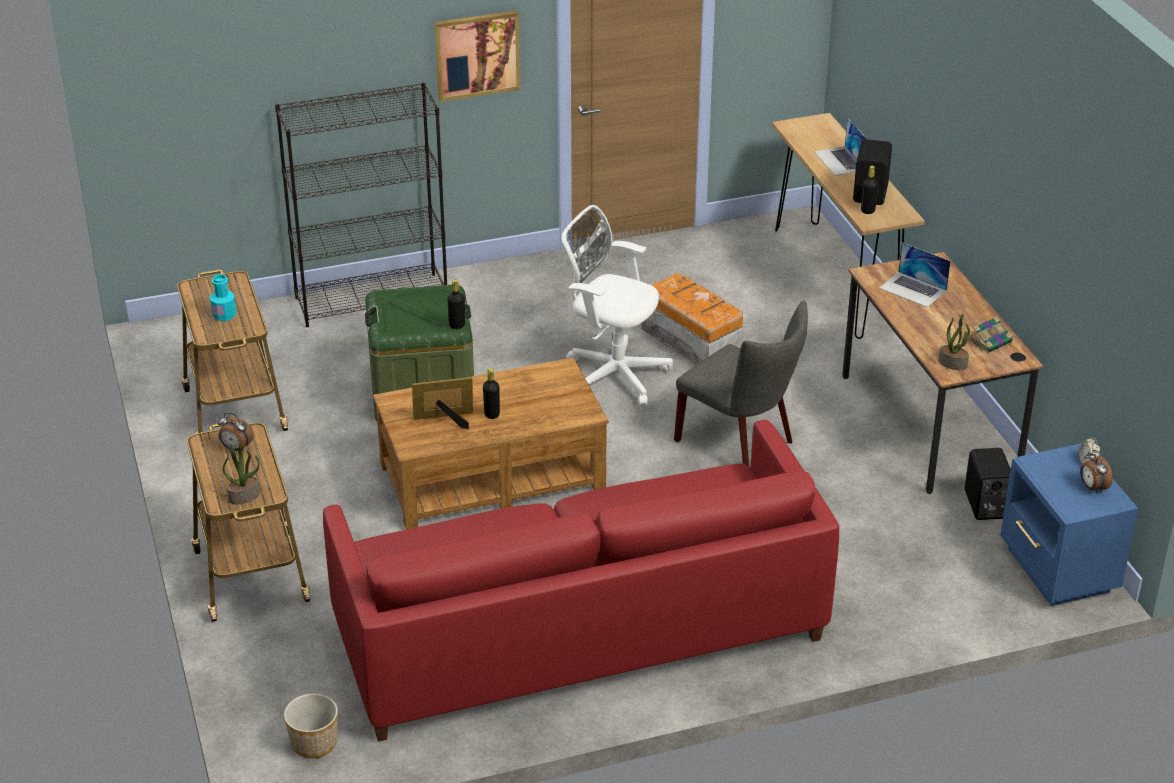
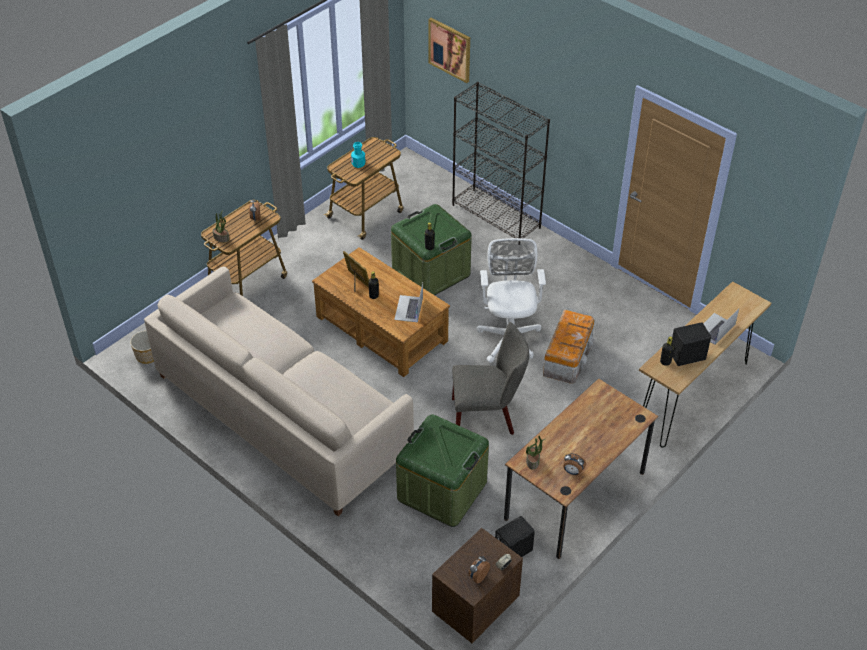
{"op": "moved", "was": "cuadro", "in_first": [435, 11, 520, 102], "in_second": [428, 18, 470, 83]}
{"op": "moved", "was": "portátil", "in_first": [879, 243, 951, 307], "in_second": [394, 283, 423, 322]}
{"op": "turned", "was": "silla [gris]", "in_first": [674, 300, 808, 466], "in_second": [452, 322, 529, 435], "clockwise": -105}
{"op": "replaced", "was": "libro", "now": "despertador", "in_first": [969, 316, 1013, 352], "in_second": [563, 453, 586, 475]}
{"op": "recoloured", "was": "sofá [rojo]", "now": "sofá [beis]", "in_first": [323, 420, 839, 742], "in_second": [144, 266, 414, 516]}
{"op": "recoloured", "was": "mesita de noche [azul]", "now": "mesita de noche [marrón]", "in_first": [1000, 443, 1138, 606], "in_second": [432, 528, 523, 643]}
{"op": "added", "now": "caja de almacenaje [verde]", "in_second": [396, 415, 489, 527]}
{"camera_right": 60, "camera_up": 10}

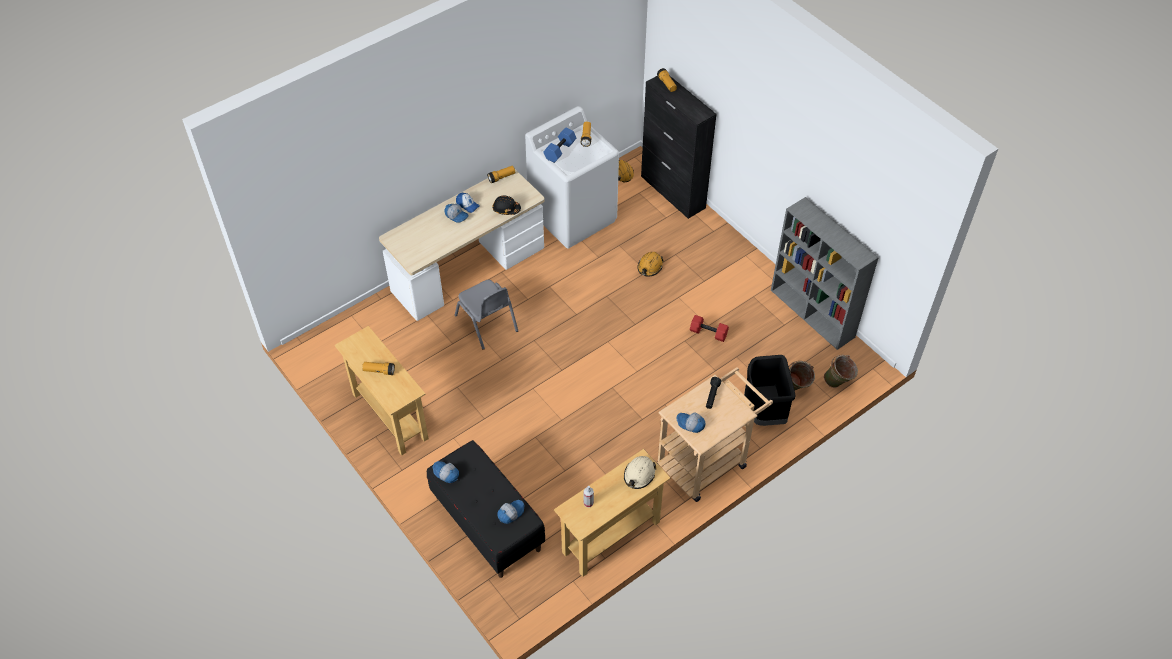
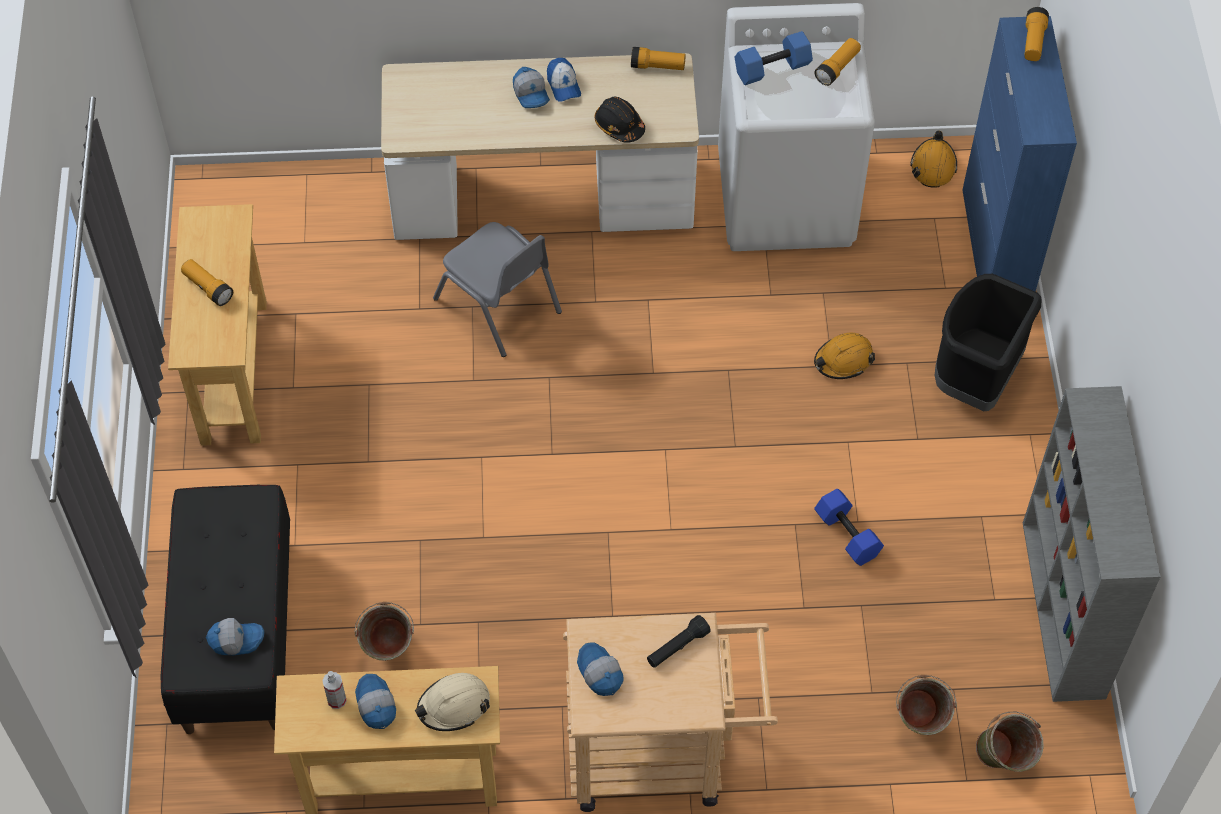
{"op": "recoloured", "was": "armario [negro]", "now": "armario [azul]", "in_first": [641, 75, 717, 219], "in_second": [962, 16, 1077, 292]}
{"op": "turned", "was": "silla [gris]", "in_first": [455, 280, 518, 350], "in_second": [433, 222, 562, 357], "clockwise": -45}
{"op": "recoloured", "was": "mancuerna [rojo]", "now": "mancuerna [azul]", "in_first": [690, 315, 729, 342], "in_second": [814, 489, 884, 566]}
{"op": "moved", "was": "papelera [negro]", "in_first": [744, 355, 796, 426], "in_second": [935, 274, 1041, 411]}
{"op": "moved", "was": "gorra", "in_first": [433, 461, 459, 483], "in_second": [355, 674, 396, 729]}
{"op": "added", "now": "cubo [verde]", "in_second": [355, 602, 414, 661]}
{"camera_right": 35, "camera_up": 5}

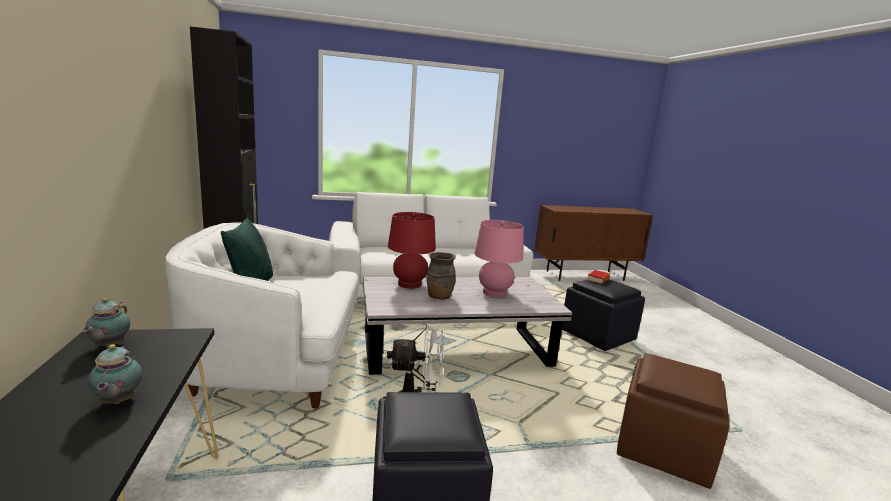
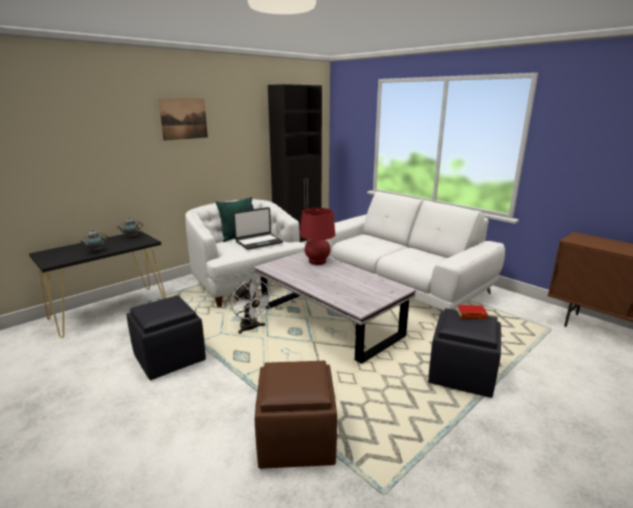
{"op": "removed", "was": "lámpara de mesa [rosa]", "in_first": [475, 220, 524, 298]}
{"op": "removed", "was": "florero [marrón]", "in_first": [426, 252, 456, 300]}
{"op": "added", "now": "cuadro", "in_second": [158, 98, 208, 141]}
{"op": "added", "now": "portátil", "in_second": [233, 207, 283, 250]}
{"camera_right": 60, "camera_up": 5}

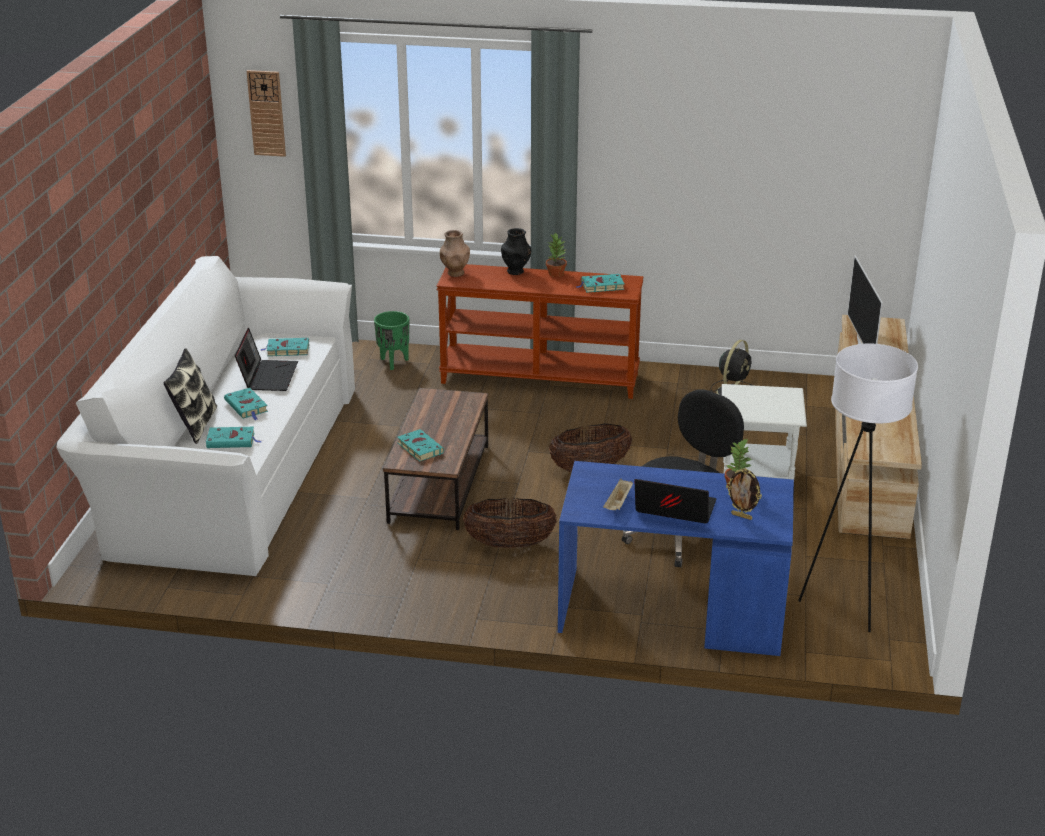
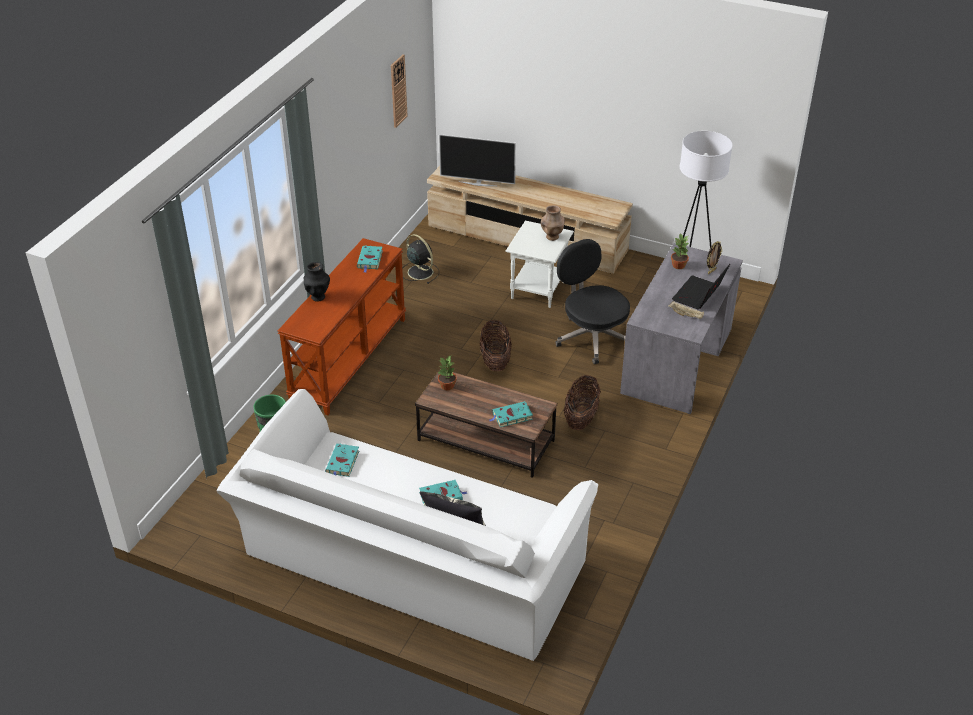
{"op": "moved", "was": "reloj de pared", "in_first": [247, 70, 286, 157], "in_second": [391, 54, 408, 128]}
{"op": "moved", "was": "florero [marrón]", "in_first": [440, 230, 470, 277], "in_second": [541, 205, 565, 241]}
{"op": "moved", "was": "planta en maceta", "in_first": [546, 232, 567, 277], "in_second": [437, 356, 457, 390]}
{"op": "removed", "was": "portátil", "in_first": [235, 328, 298, 391]}
{"op": "removed", "was": "libro [turquesa]", "in_first": [206, 427, 262, 448]}
{"op": "recoloured", "was": "escritorio [azul]", "now": "escritorio [gris]", "in_first": [558, 461, 794, 656], "in_second": [620, 243, 743, 414]}
{"camera_right": -75, "camera_up": 10}

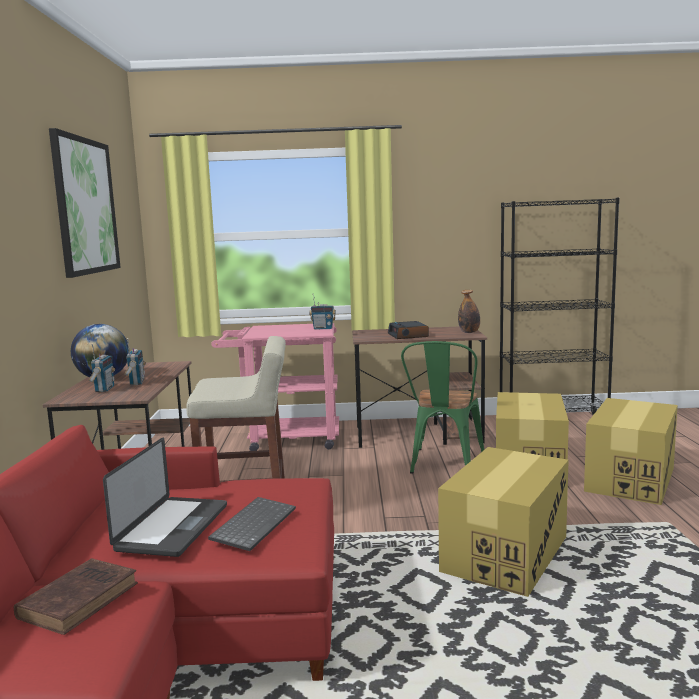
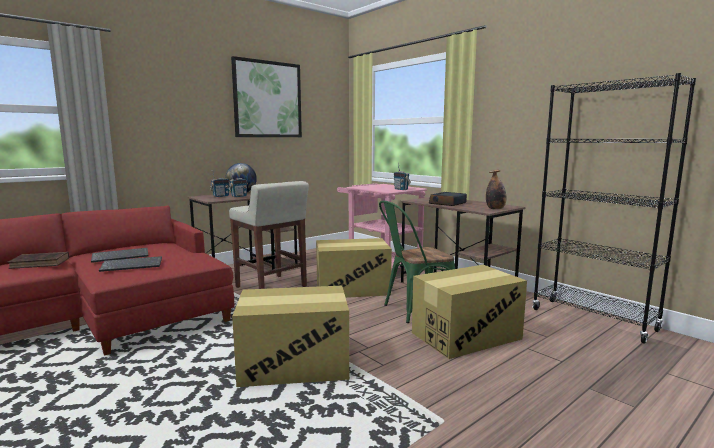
{"op": "moved", "was": "caja de cartón", "in_first": [584, 398, 678, 505], "in_second": [316, 238, 392, 298]}
{"op": "replaced", "was": "portátil", "now": "teclado", "in_first": [103, 438, 227, 557], "in_second": [91, 248, 148, 263]}
{"camera_right": 50, "camera_up": 0}

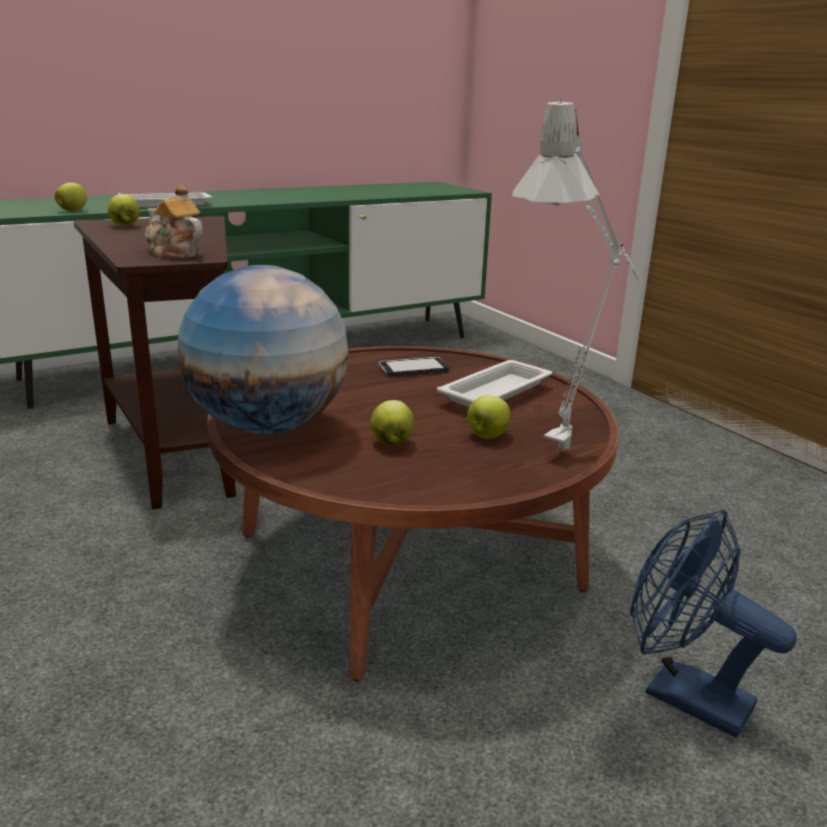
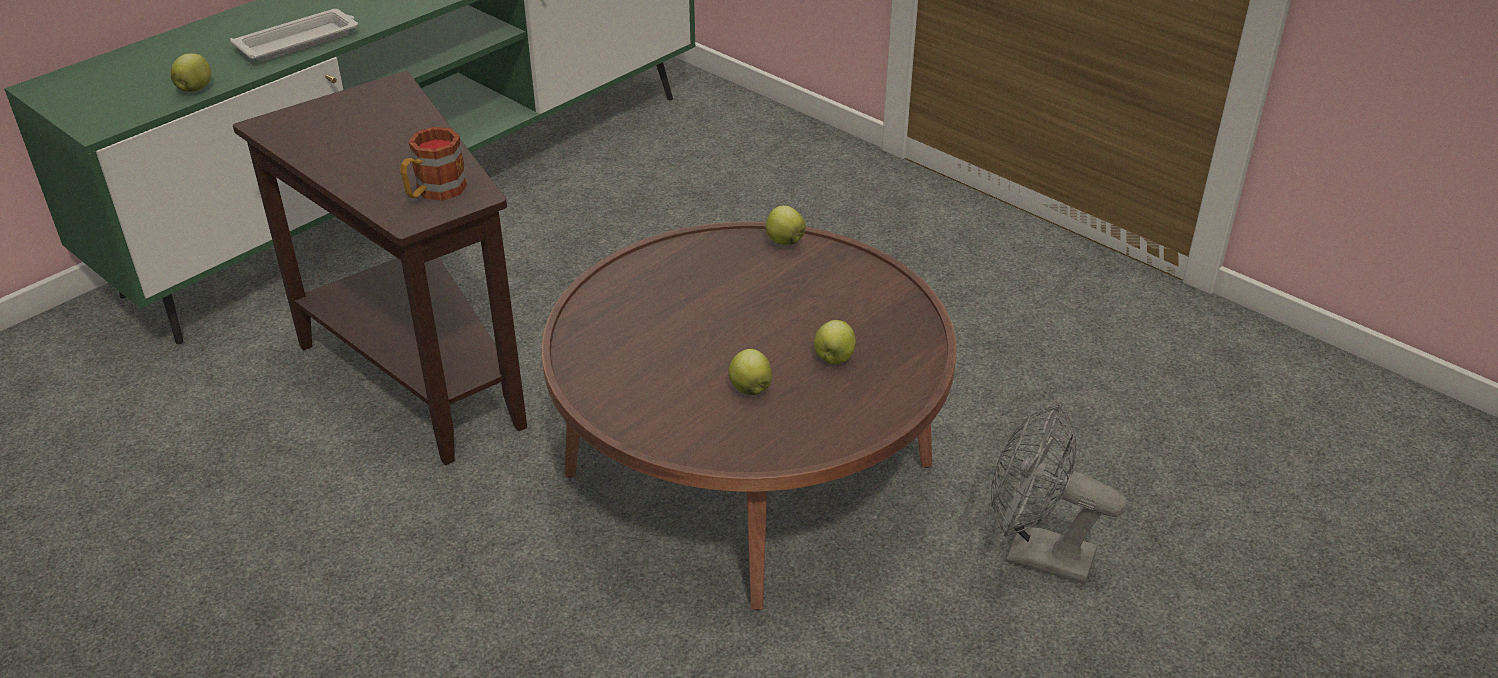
{"op": "removed", "was": "lámpara de mesa [gris]", "in_first": [512, 94, 643, 453]}
{"op": "replaced", "was": "tetera", "now": "taza grande", "in_first": [145, 184, 203, 258], "in_second": [400, 127, 467, 201]}
{"op": "moved", "was": "manzana", "in_first": [108, 194, 140, 226], "in_second": [766, 205, 806, 245]}
{"op": "removed", "was": "globo terráqueo", "in_first": [177, 265, 349, 434]}
{"op": "removed", "was": "móvil", "in_first": [379, 357, 449, 376]}
{"op": "removed", "was": "bandeja [blanco]", "in_first": [437, 360, 552, 407]}
{"op": "recoloured", "was": "ventilador [azul]", "now": "ventilador [gris]", "in_first": [630, 510, 797, 738], "in_second": [991, 403, 1127, 585]}
{"camera_right": -15, "camera_up": 15}

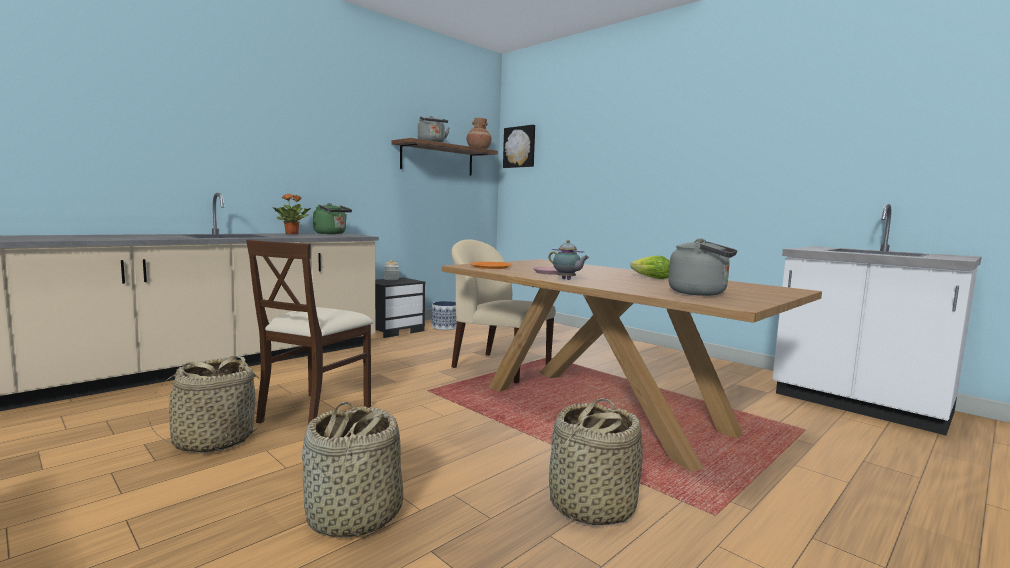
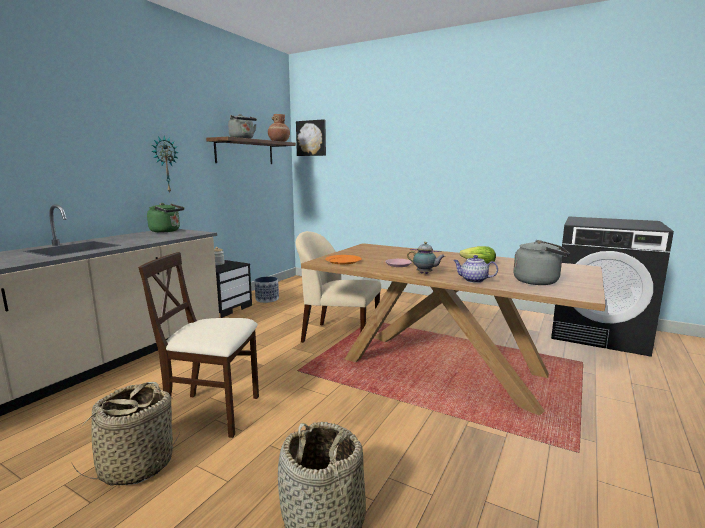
{"op": "removed", "was": "planta en maceta", "in_first": [272, 193, 311, 234]}
{"op": "replaced", "was": "mueble bajo de cocina [blanco]", "now": "lavadora [negro]", "in_first": [772, 204, 982, 435], "in_second": [551, 216, 674, 357]}
{"op": "turned", "was": "silla [beis]", "in_first": [246, 240, 373, 424], "in_second": [138, 252, 259, 438], "clockwise": 90}
{"op": "removed", "was": "cesta", "in_first": [549, 398, 643, 525]}
{"op": "added", "now": "reloj de pared", "in_second": [151, 136, 179, 194]}
{"op": "added", "now": "tetera", "in_second": [453, 255, 498, 283]}
{"camera_right": -15, "camera_up": 5}

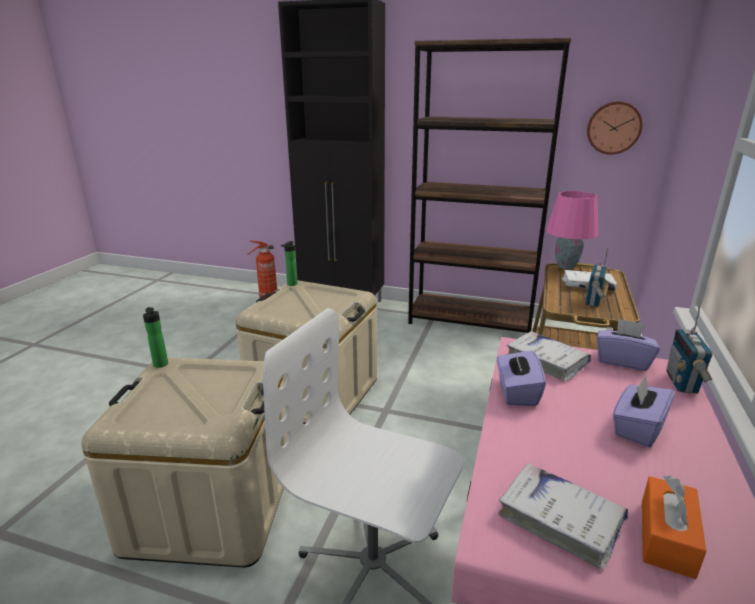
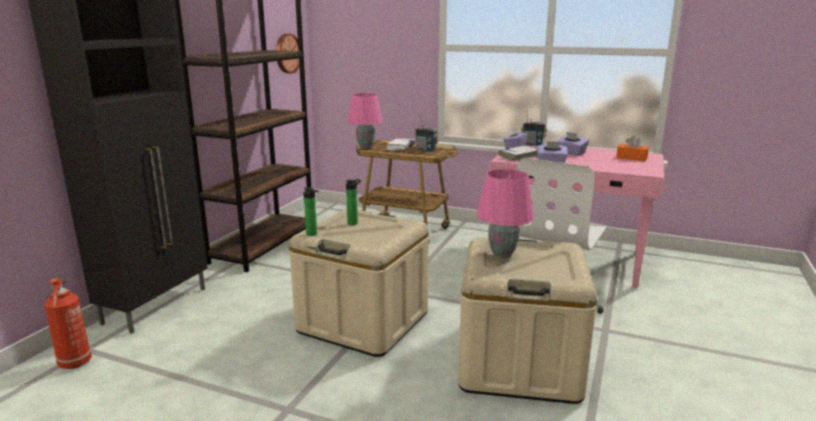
{"op": "moved", "was": "botella", "in_first": [143, 307, 168, 368], "in_second": [346, 179, 361, 225]}
{"op": "removed", "was": "libro [blanco]", "in_first": [499, 463, 628, 570]}
{"op": "added", "now": "lámpara de mesa [rosa]", "in_second": [476, 169, 534, 258]}
{"camera_right": -85, "camera_up": -5}

